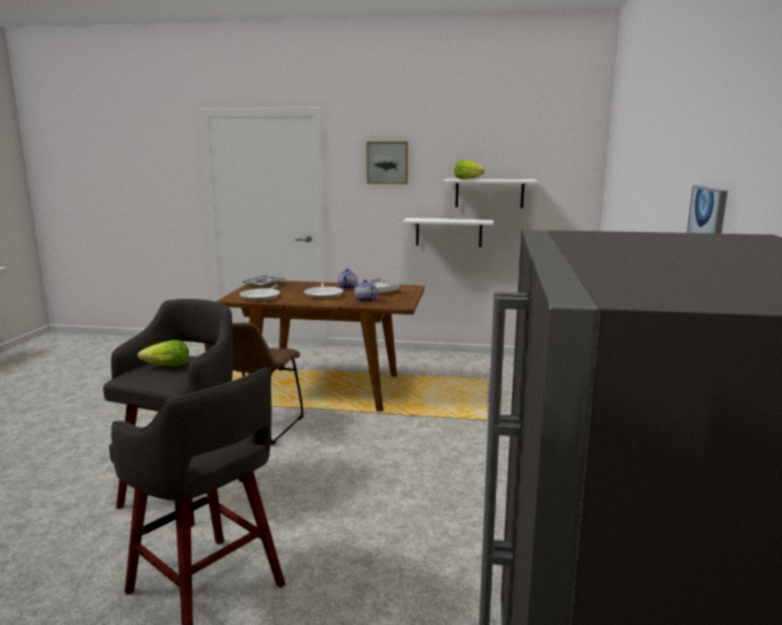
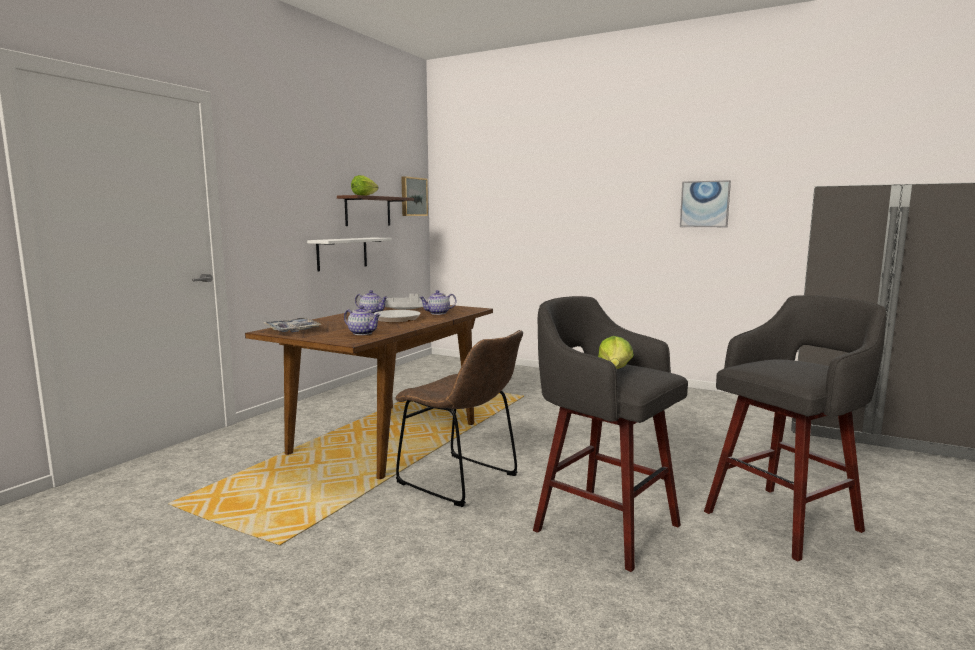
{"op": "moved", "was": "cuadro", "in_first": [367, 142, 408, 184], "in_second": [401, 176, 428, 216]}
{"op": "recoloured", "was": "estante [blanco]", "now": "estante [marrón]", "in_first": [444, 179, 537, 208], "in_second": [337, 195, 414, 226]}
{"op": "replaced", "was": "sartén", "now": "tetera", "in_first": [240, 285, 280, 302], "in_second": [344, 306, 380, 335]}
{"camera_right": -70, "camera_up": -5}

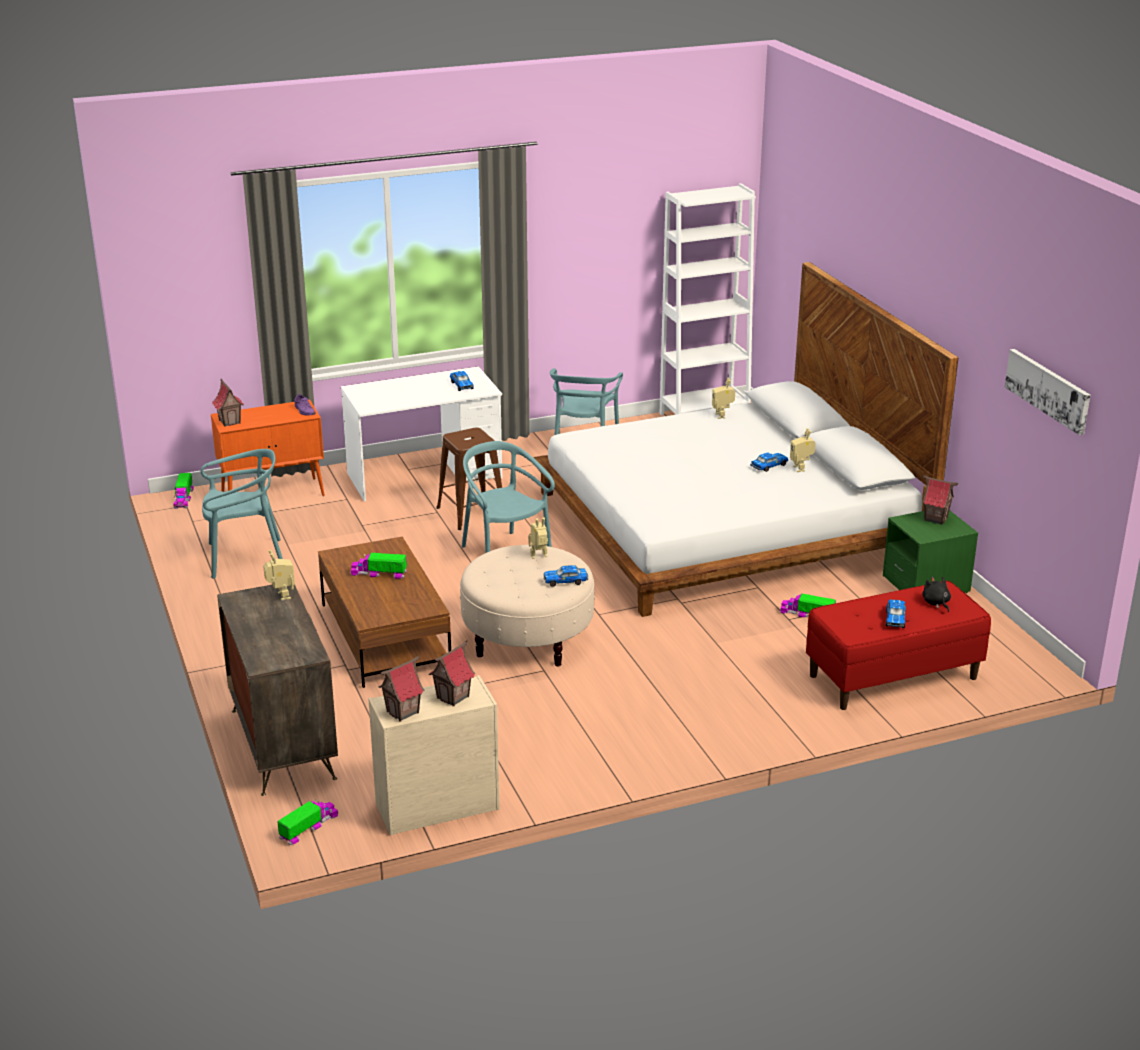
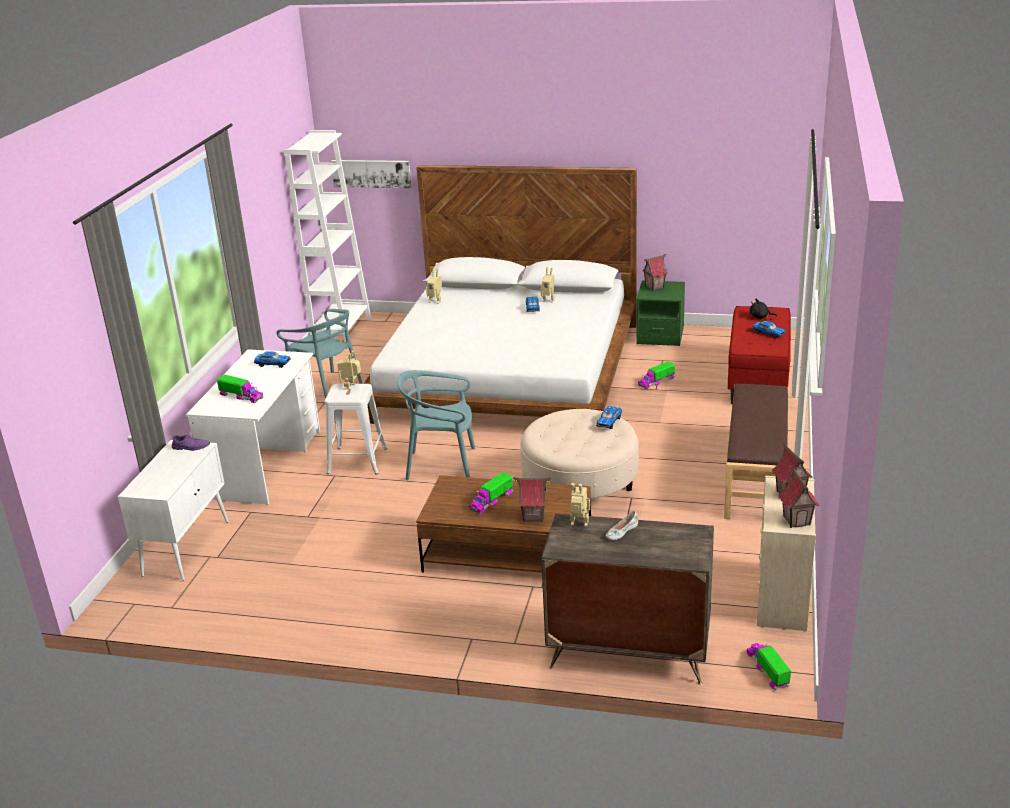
{"op": "moved", "was": "cuadro", "in_first": [1005, 349, 1090, 435], "in_second": [331, 160, 412, 188]}
{"op": "moved", "was": "casita", "in_first": [212, 379, 244, 427], "in_second": [513, 477, 551, 522]}
{"op": "recoloured", "was": "armario [naranja]", "now": "armario [blanco]", "in_first": [211, 400, 325, 496], "in_second": [118, 440, 229, 581]}
{"op": "recoloured", "was": "taburete [marrón]", "now": "taburete [blanco]", "in_first": [436, 427, 502, 530], "in_second": [325, 384, 387, 474]}
{"op": "removed", "was": "silla [turquesa]", "in_first": [201, 449, 283, 578]}
{"op": "moved", "was": "camión de juguete", "in_first": [173, 473, 194, 509], "in_second": [217, 374, 264, 403]}
{"op": "moved", "was": "robot de juguete", "in_first": [528, 517, 548, 559], "in_second": [337, 351, 361, 390]}
{"op": "added", "now": "banco [marrón]", "in_second": [724, 384, 788, 519]}
{"op": "added", "now": "zapato [blanco]", "in_second": [606, 511, 638, 540]}
{"camera_right": -55, "camera_up": 0}

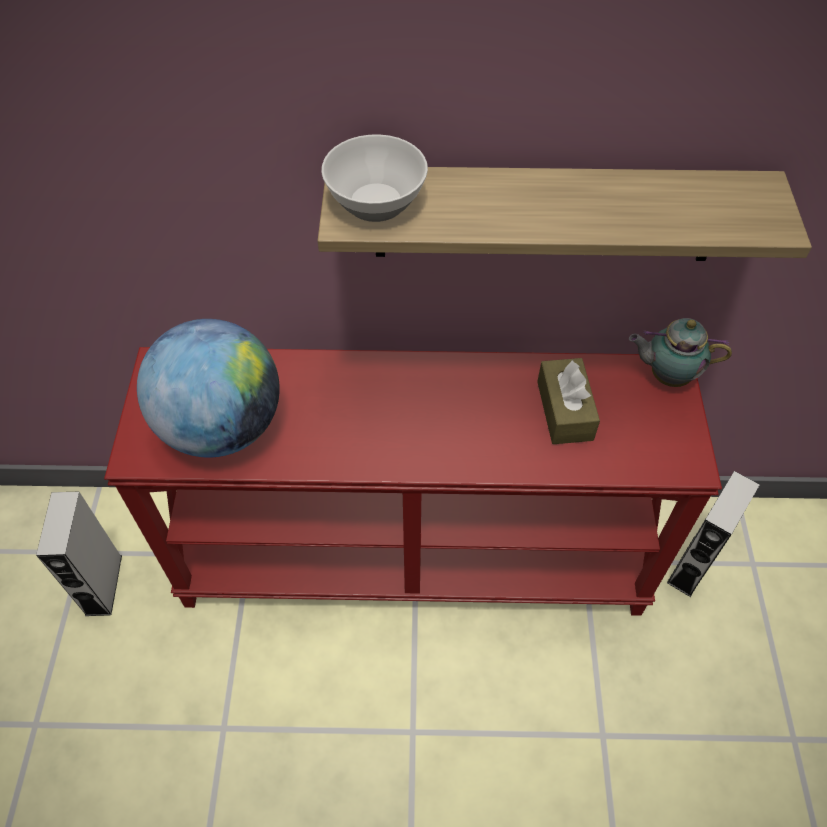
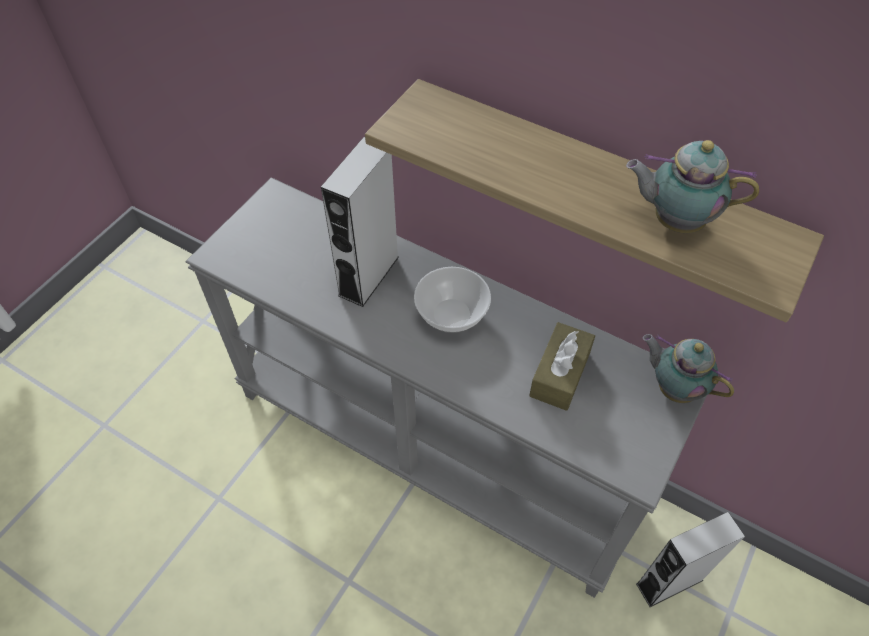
{"op": "moved", "was": "cuenco", "in_first": [321, 134, 428, 222], "in_second": [414, 267, 491, 333]}
{"op": "removed", "was": "globo terráqueo", "in_first": [137, 319, 280, 458]}
{"op": "recoloured", "was": "mesa consola [rojo]", "now": "mesa consola [gris]", "in_first": [104, 347, 722, 616], "in_second": [186, 177, 707, 598]}
{"op": "moved", "was": "altavoz [gris]", "in_first": [36, 492, 122, 616], "in_second": [321, 137, 399, 307]}
{"op": "added", "now": "tetera", "in_second": [626, 140, 759, 233]}
{"camera_right": 30, "camera_up": 0}

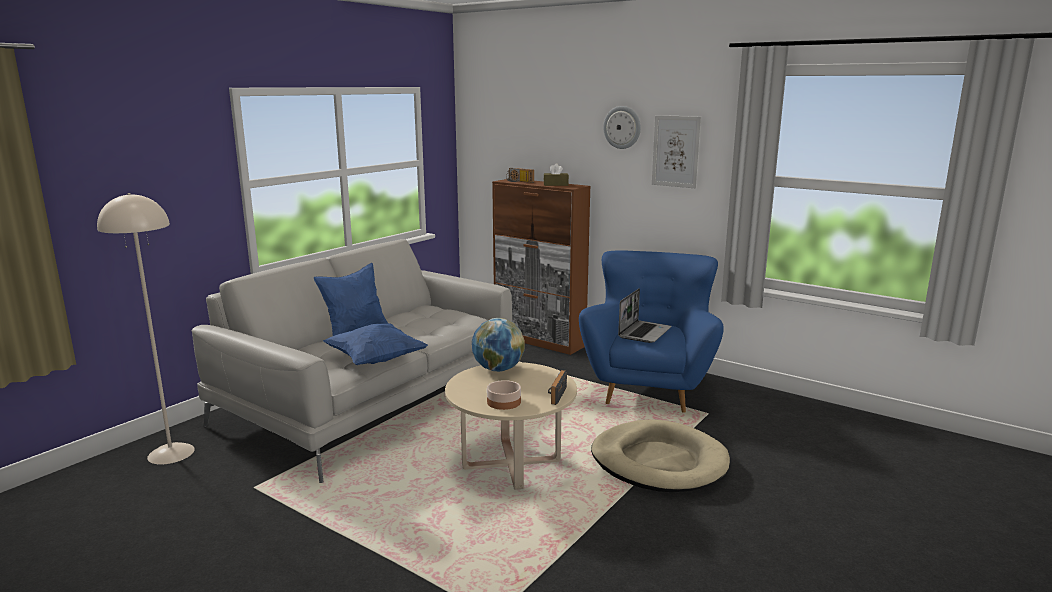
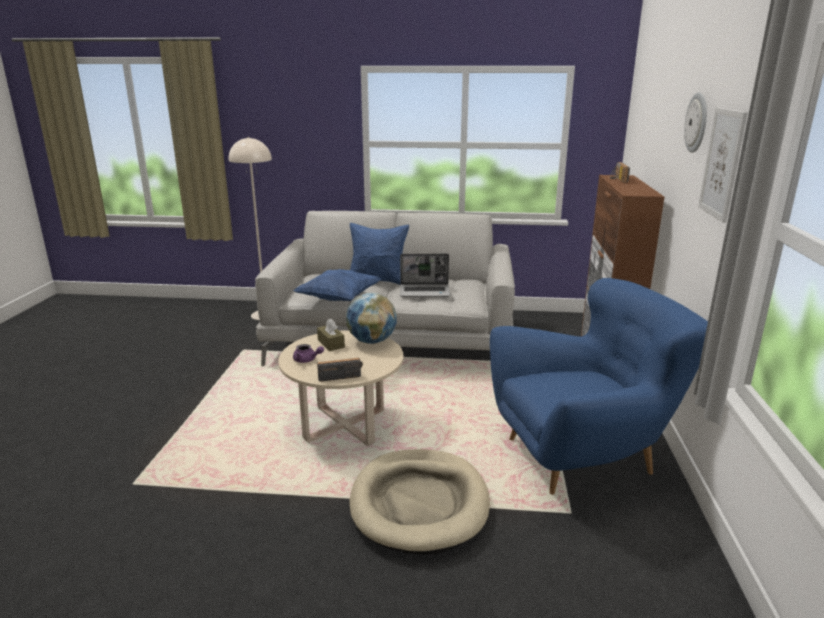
{"op": "moved", "was": "caja de pañuelos [marrón]", "in_first": [544, 164, 569, 186], "in_second": [317, 319, 345, 351]}
{"op": "moved", "was": "portátil", "in_first": [618, 288, 671, 343], "in_second": [400, 254, 450, 297]}
{"op": "replaced", "was": "cuenco", "now": "tetera [morado]", "in_first": [487, 380, 521, 410], "in_second": [293, 344, 324, 363]}
{"camera_right": 60, "camera_up": 5}

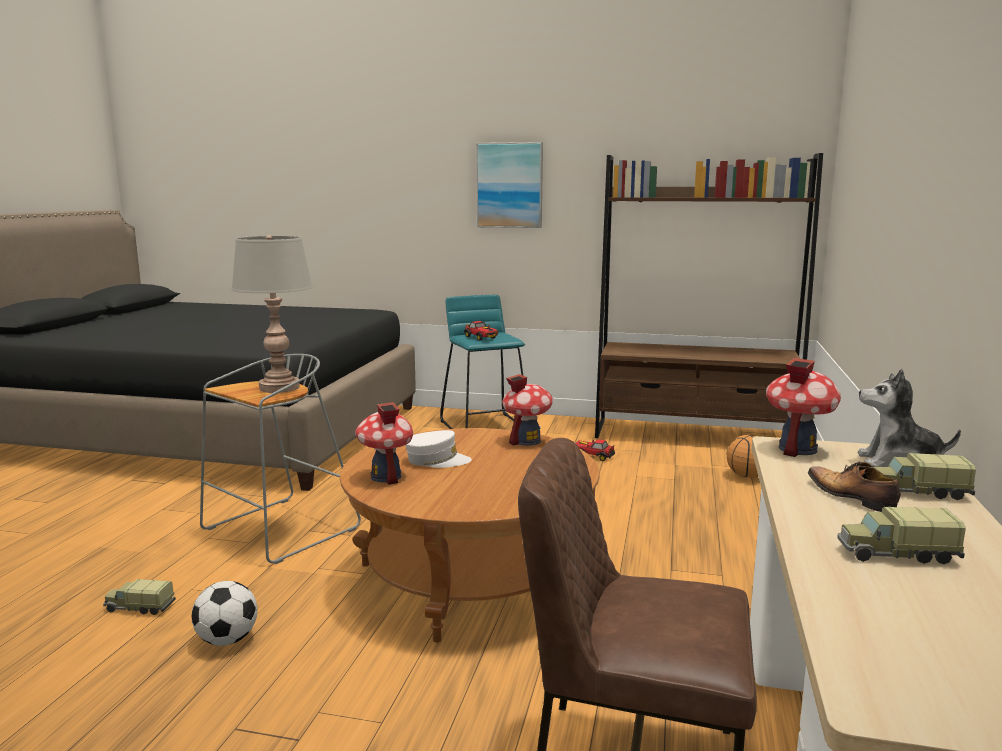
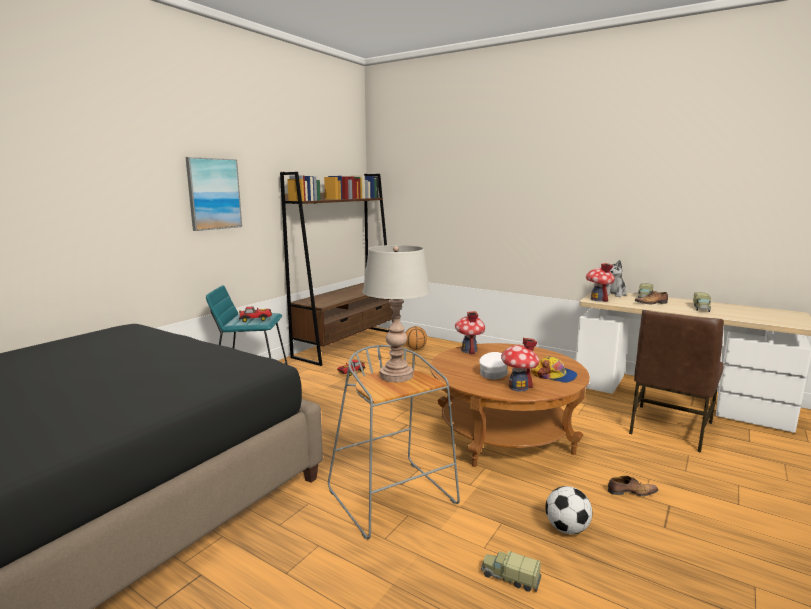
{"op": "turned", "was": "camión de juguete", "in_first": [103, 579, 176, 615], "in_second": [481, 551, 541, 592], "clockwise": 90}
{"op": "added", "now": "gorra", "in_second": [531, 356, 577, 383]}
{"op": "added", "now": "zapato", "in_second": [608, 476, 658, 496]}
{"camera_right": -70, "camera_up": 0}

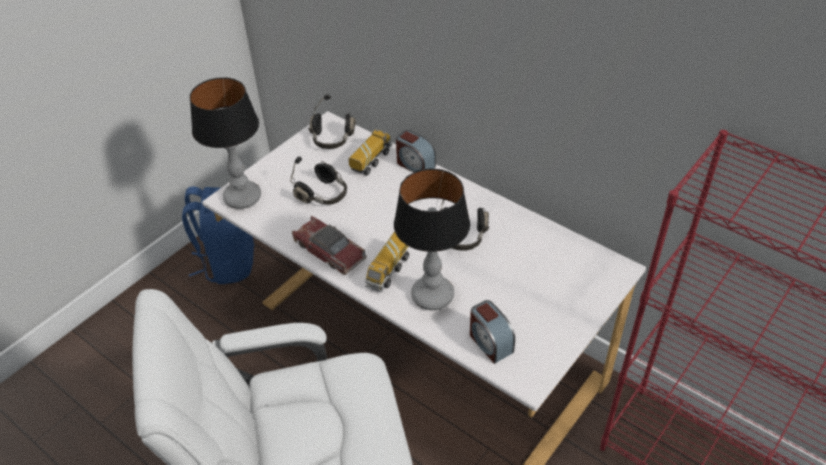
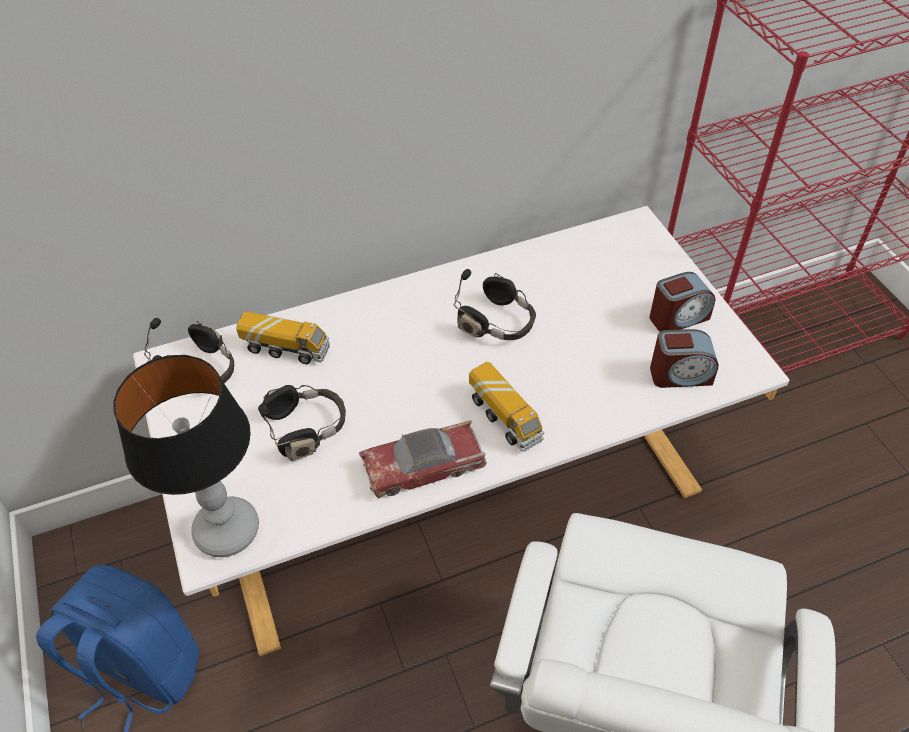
{"op": "turned", "was": "camión de juguete", "in_first": [348, 129, 392, 175], "in_second": [236, 311, 330, 364], "clockwise": 135}
{"op": "moved", "was": "despertador", "in_first": [396, 130, 436, 172], "in_second": [650, 272, 716, 332]}
{"op": "removed", "was": "lámpara de mesa", "in_first": [394, 168, 470, 310]}
{"camera_right": -60, "camera_up": 5}

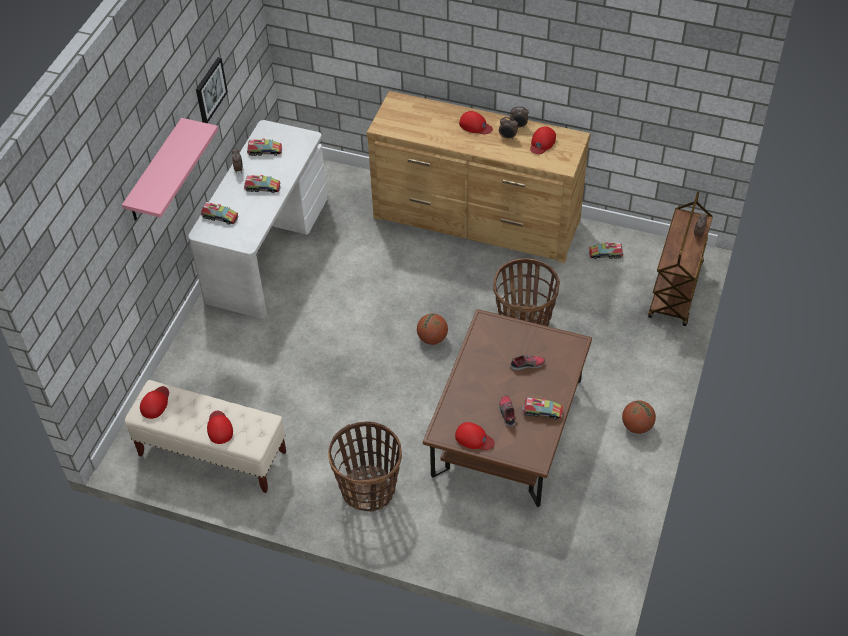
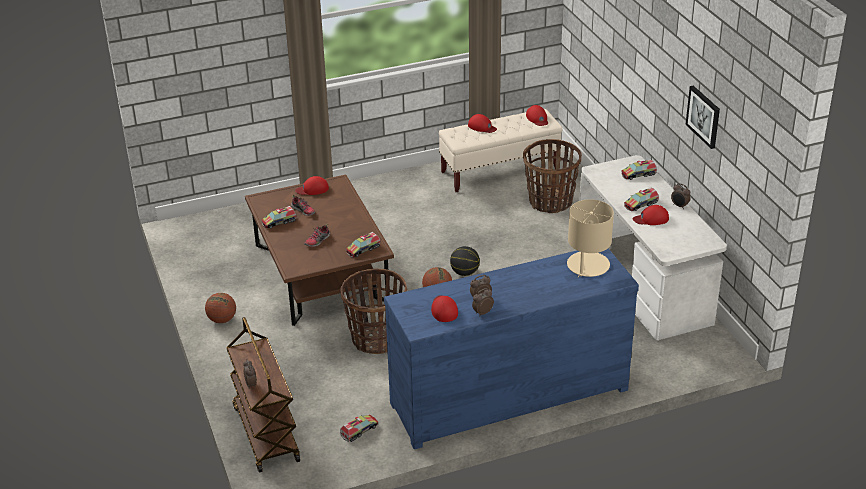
{"op": "recoloured", "was": "cómoda [marrón]", "now": "cómoda [azul]", "in_first": [367, 91, 591, 263], "in_second": [384, 248, 639, 449]}
{"op": "moved", "was": "gorra [rojo]", "in_first": [459, 111, 493, 134], "in_second": [633, 205, 669, 225]}
{"op": "removed", "was": "estante [rosa]", "in_first": [122, 118, 218, 221]}
{"op": "moved", "was": "camión de juguete", "in_first": [247, 138, 282, 156], "in_second": [346, 232, 381, 257]}
{"op": "moved", "was": "cesta", "in_first": [328, 422, 402, 512], "in_second": [523, 139, 582, 213]}
{"op": "added", "now": "lámpara de mesa [beis]", "in_second": [567, 199, 614, 277]}
{"op": "added", "now": "balón de baloncesto", "in_second": [450, 246, 480, 276]}
{"camera_right": 140, "camera_up": -15}

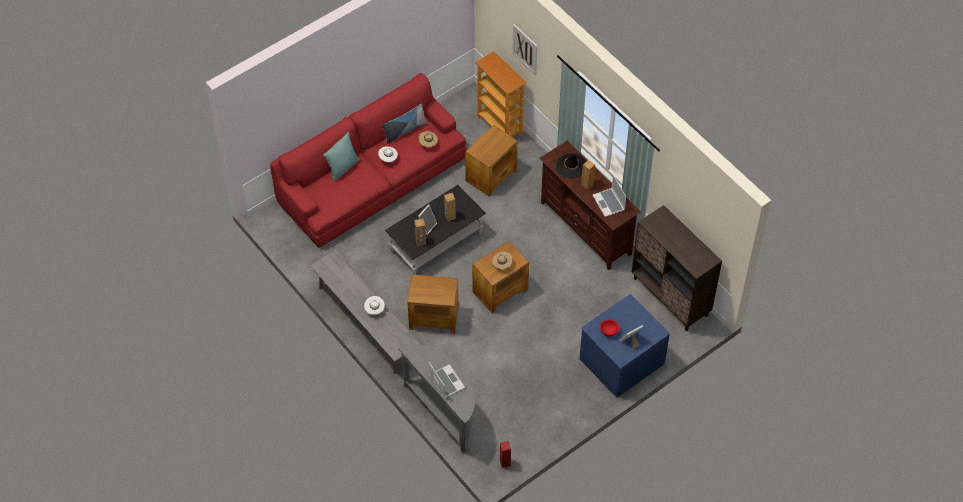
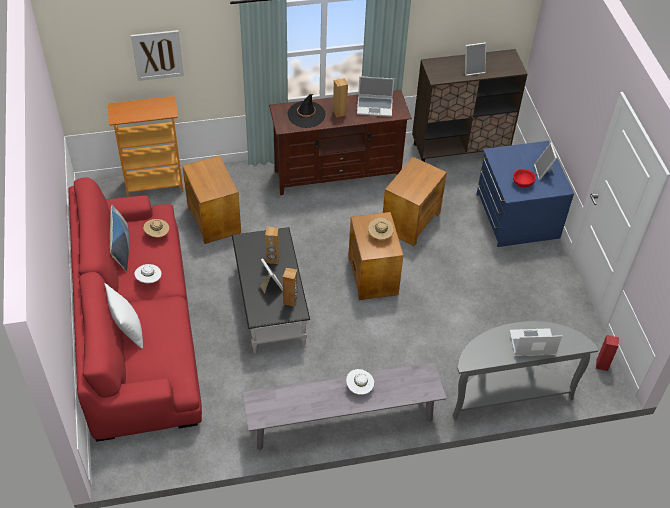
{"op": "recoloured", "was": "cojín [turquesa]", "now": "cojín [blanco]", "in_first": [323, 132, 360, 182], "in_second": [105, 283, 143, 349]}
{"op": "moved", "was": "mesa auxiliar [marrón]", "in_first": [407, 274, 459, 334], "in_second": [383, 157, 447, 246]}
{"op": "added", "now": "portarretratos", "in_second": [465, 42, 486, 76]}
{"camera_right": -65, "camera_up": -5}

